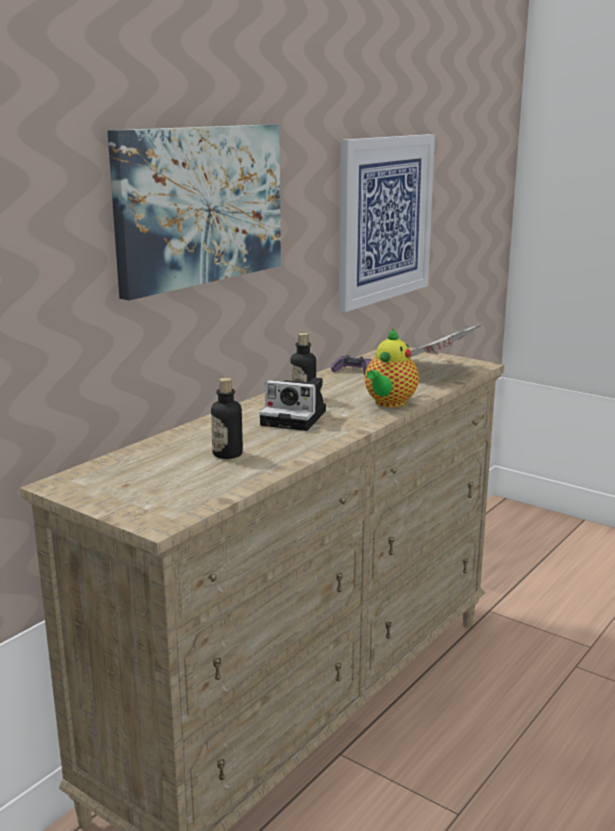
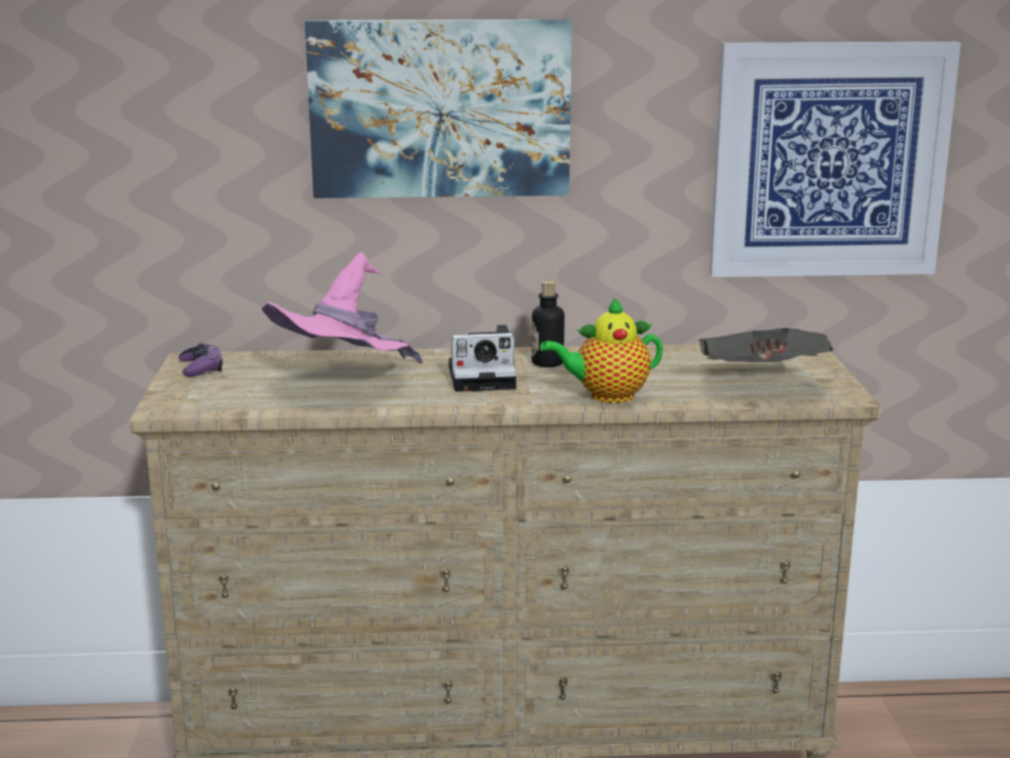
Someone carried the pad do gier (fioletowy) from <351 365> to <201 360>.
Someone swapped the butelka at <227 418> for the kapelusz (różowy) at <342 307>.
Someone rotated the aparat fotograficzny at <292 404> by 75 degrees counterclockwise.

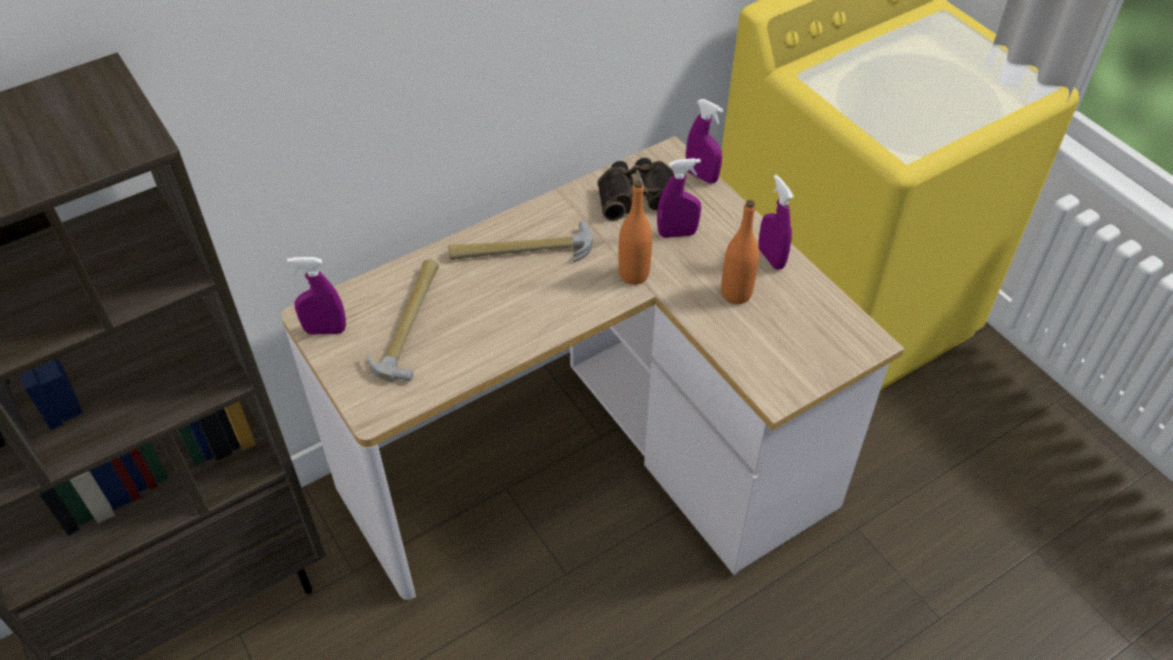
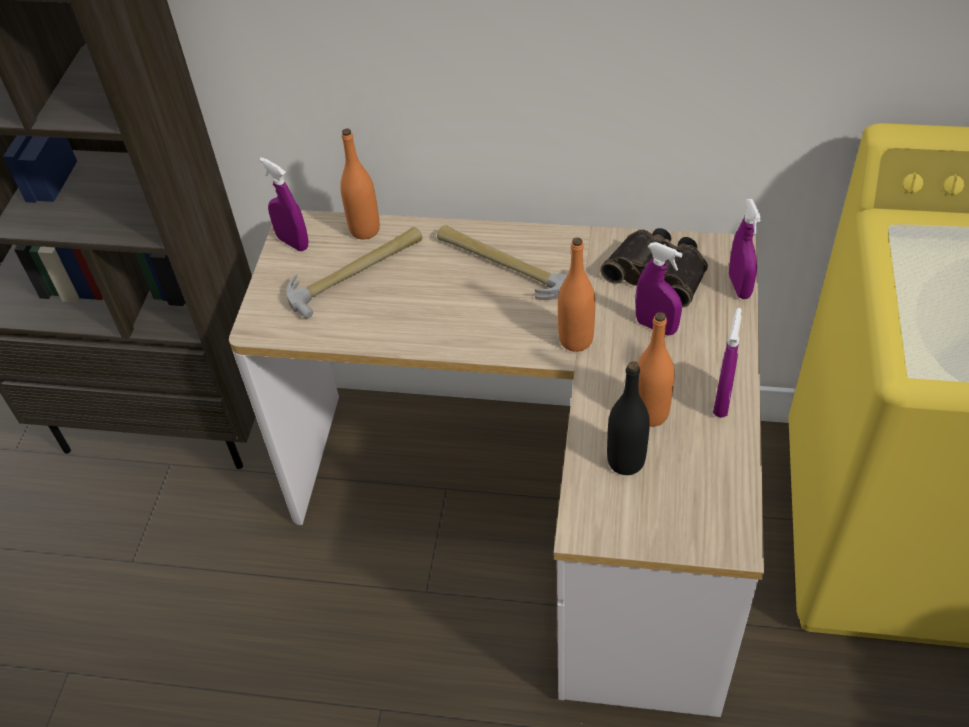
Someone put down the butelka (pomarańczowy) at <360 184>.
Someone put down the butelka (czarny) at <628 418>.

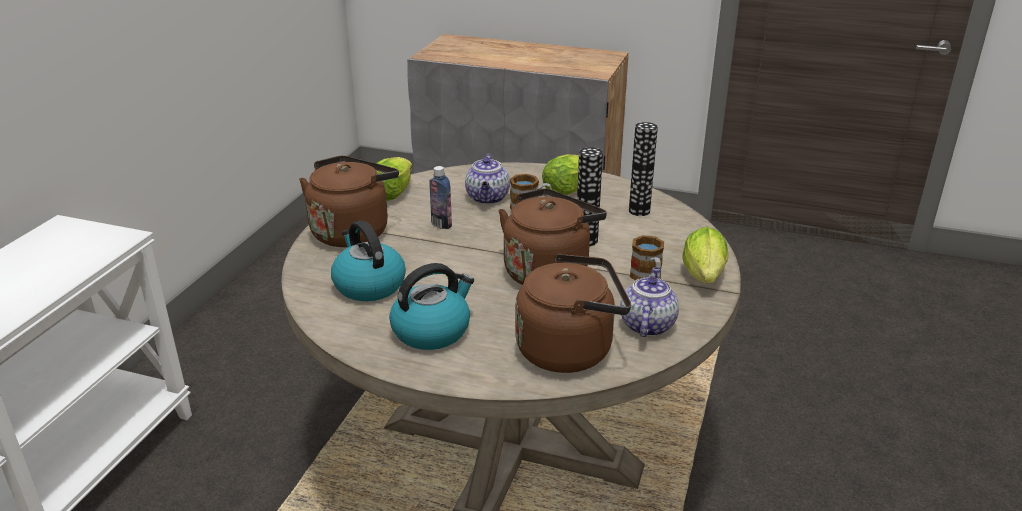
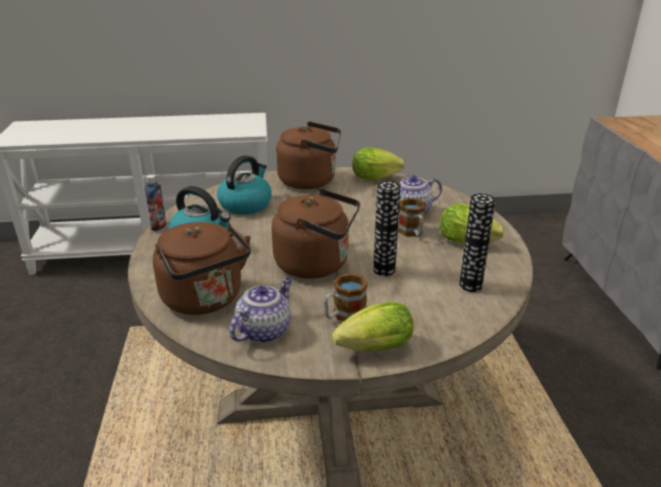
Someone carried the butelka from <440 197> to <155 202>.
Someone rotated the imbryk at <649 302> by 45 degrees counterclockwise.

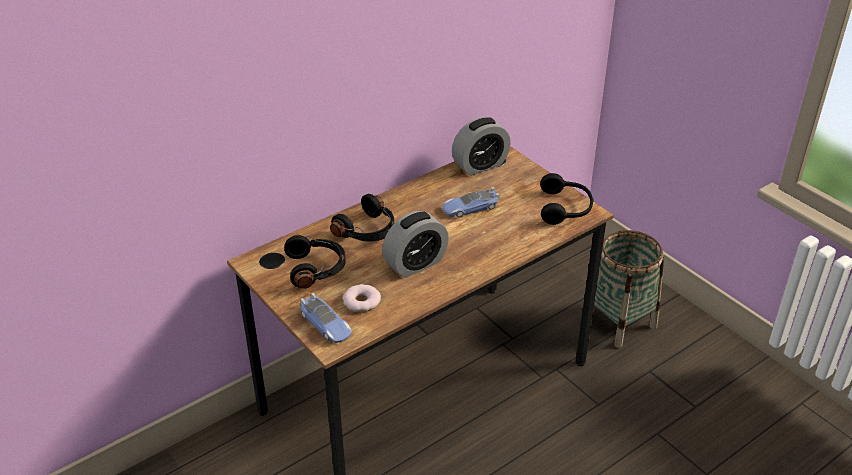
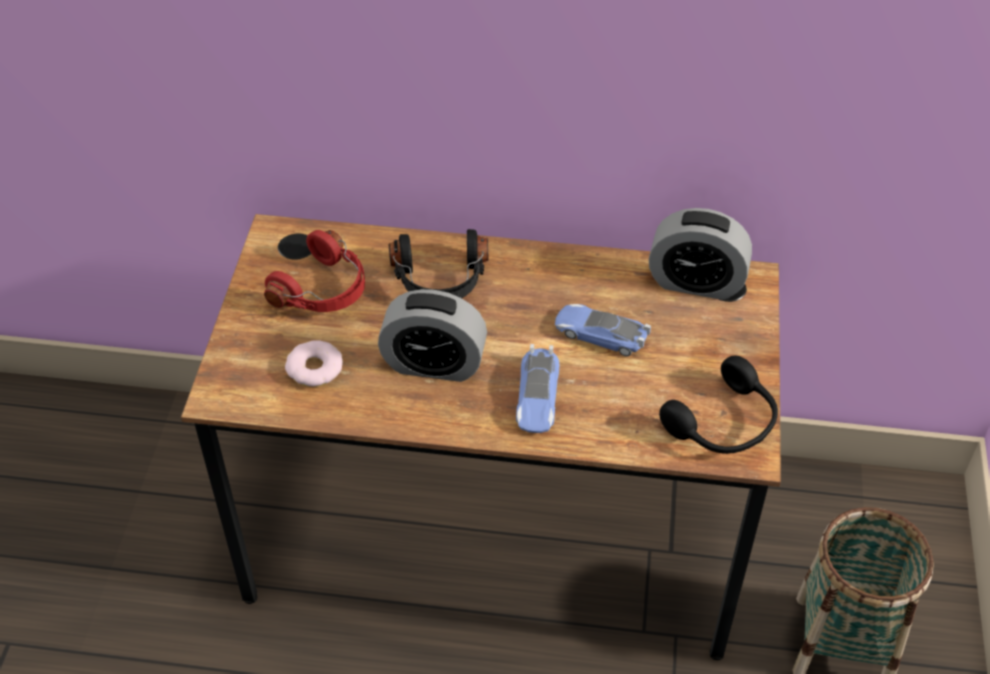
Someone carried the samochodzik from <326 318> to <537 388>.
Someone repainted the słuchawki (czarny) at <315 262>, which became the słuchawki (czerwony) at <314 271>.

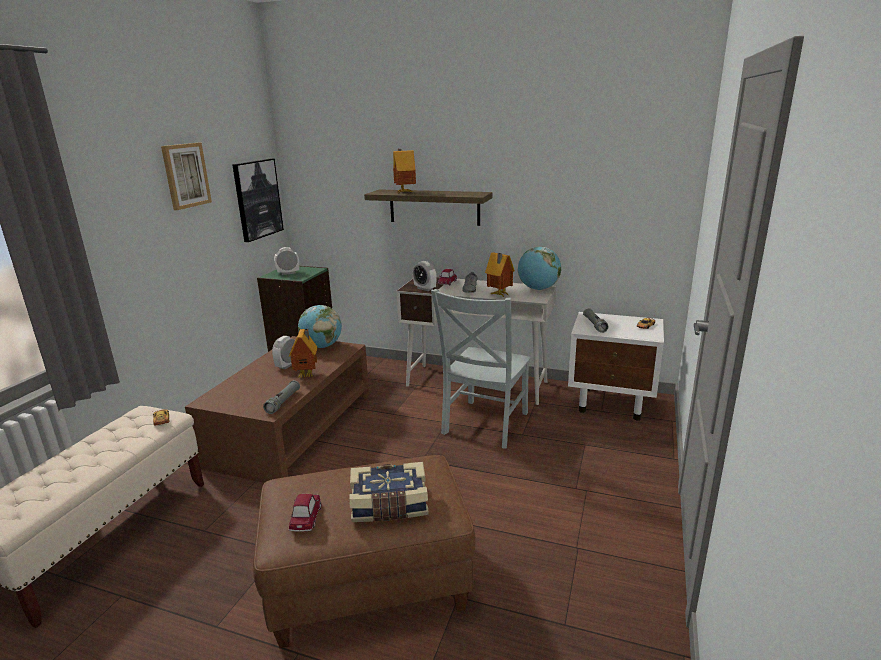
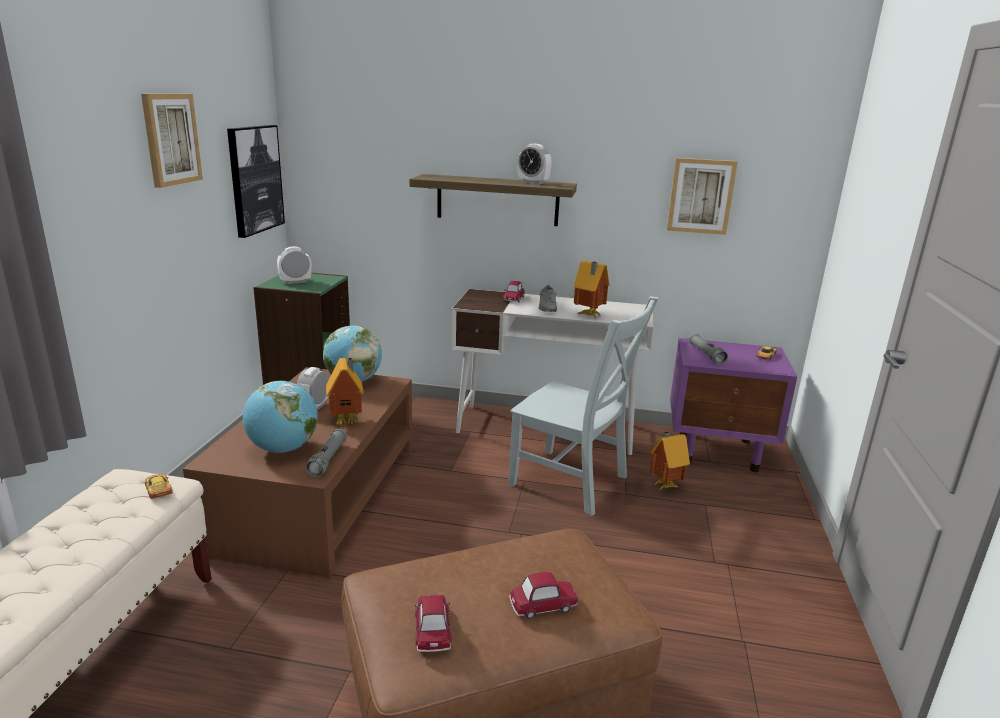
Someone put up the obraz at <702 196>.
Someone carried the domek from <404 171> to <670 460>.
Someone carried the budzik from <424 276> to <534 164>.
Someone carried the globus from <539 268> to <280 417>.
Someone swapped the książka at <388 492> for the samochodzik at <544 595>.
Someone repainted the szafka nocna (biały) at <616 366>, which became the szafka nocna (fioletowy) at <733 405>.
Someone rotated the krzesło (szary) at <481 369> by 75 degrees counterclockwise.

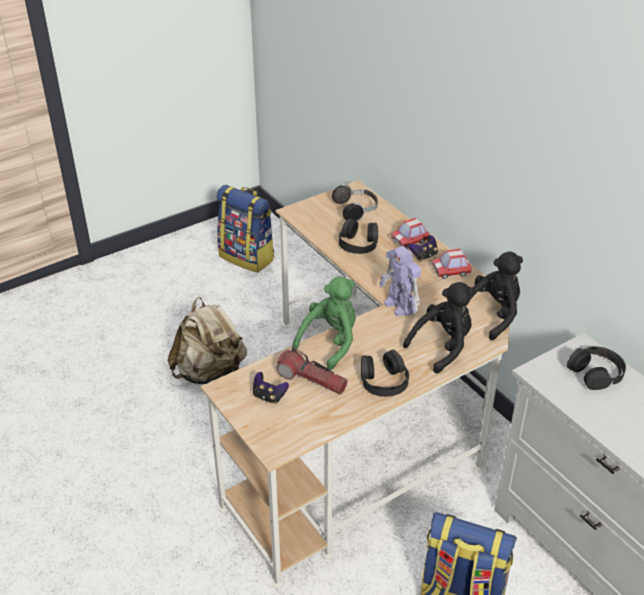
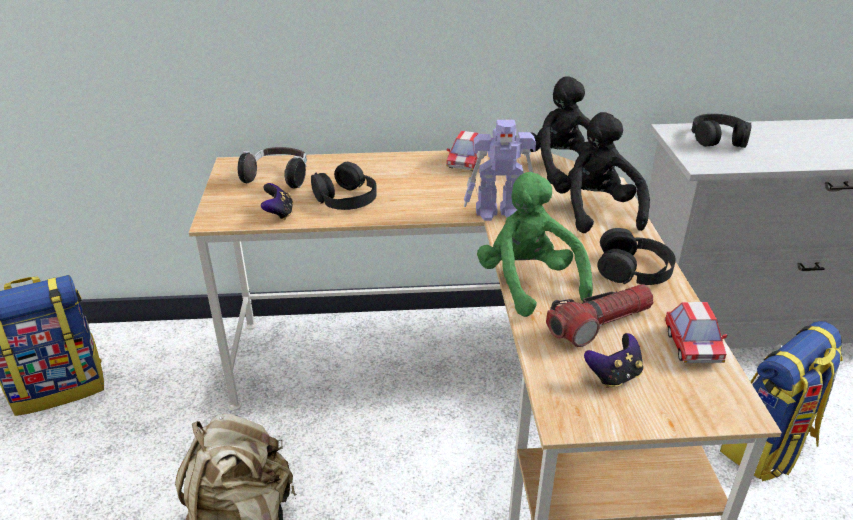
Someone carried the samochodzik from <410 233> to <695 332>.
Someone carried the pad do gier from <423 248> to <277 201>.

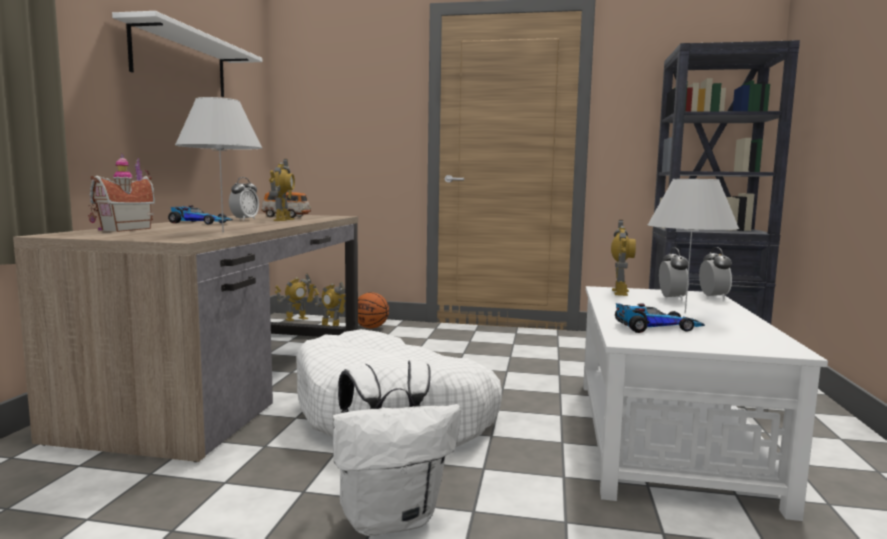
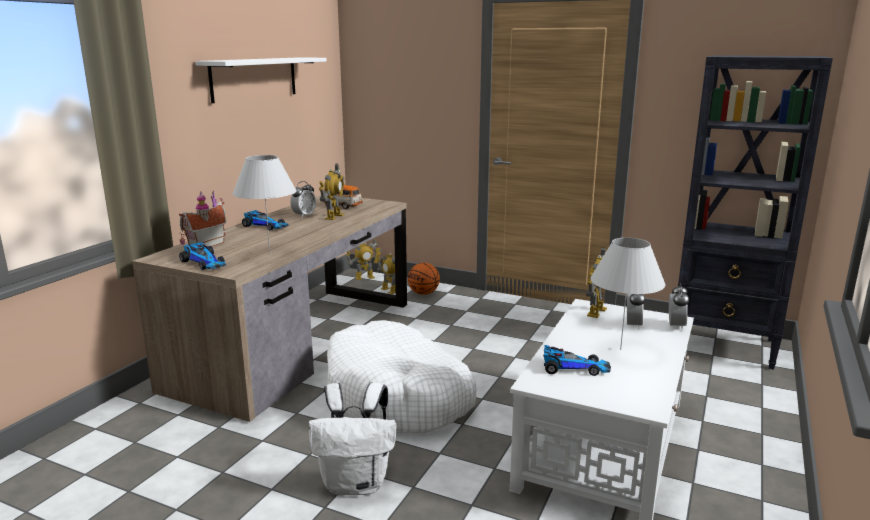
Someone put down the samochodzik at <202 256>.

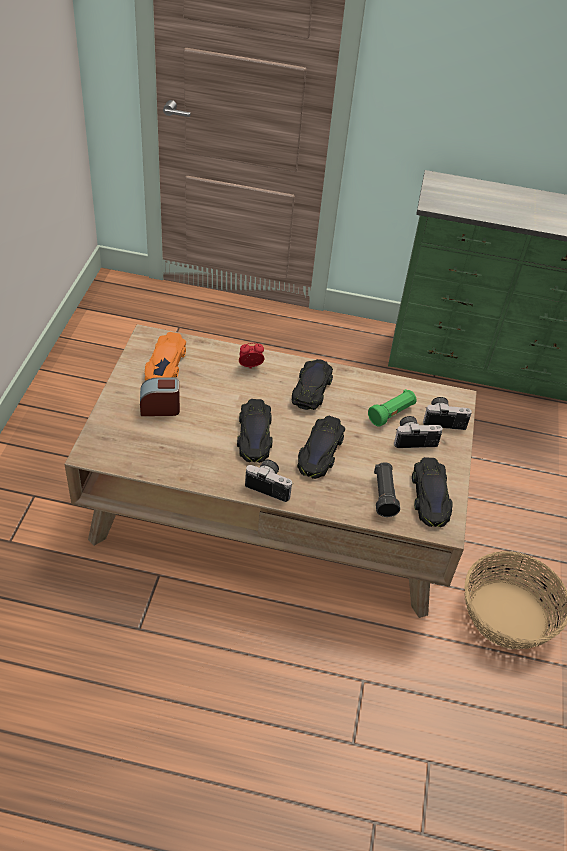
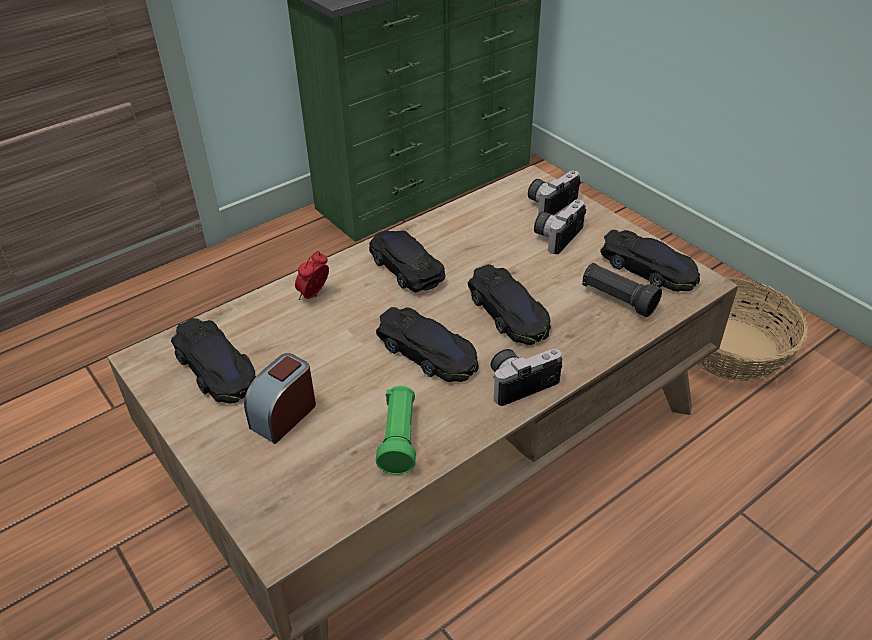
Someone carried the latarka (zielony) from <392 408> to <396 430>.
Someone repainted the samochodzik (pomarańczowy) at <165 356>, which became the samochodzik (czarny) at <213 361>.

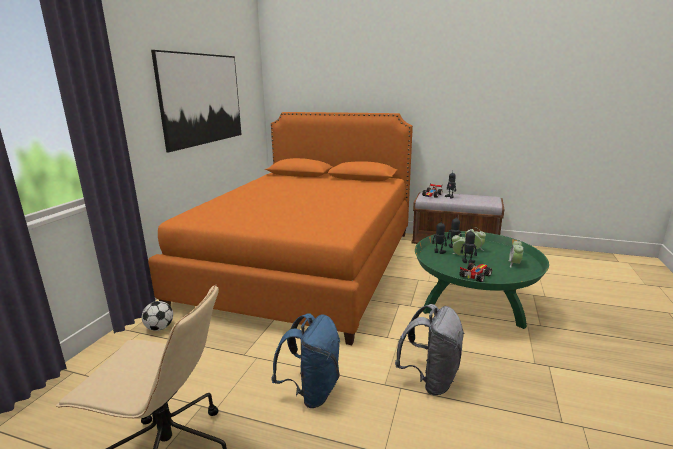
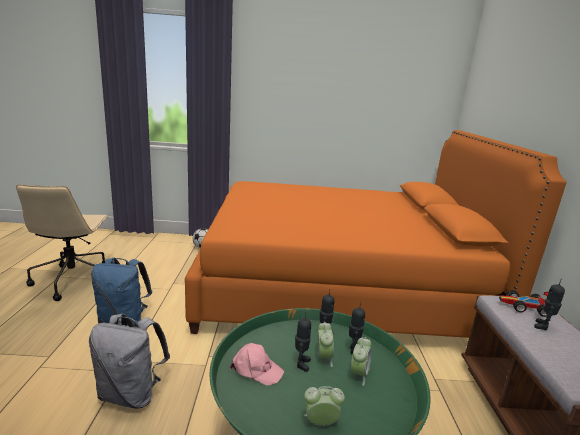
Someone took away the obraz at <196 101>.
Someone swapped the samochodzik at <476 272> for the czapka z daszkiem (różowy) at <257 364>.

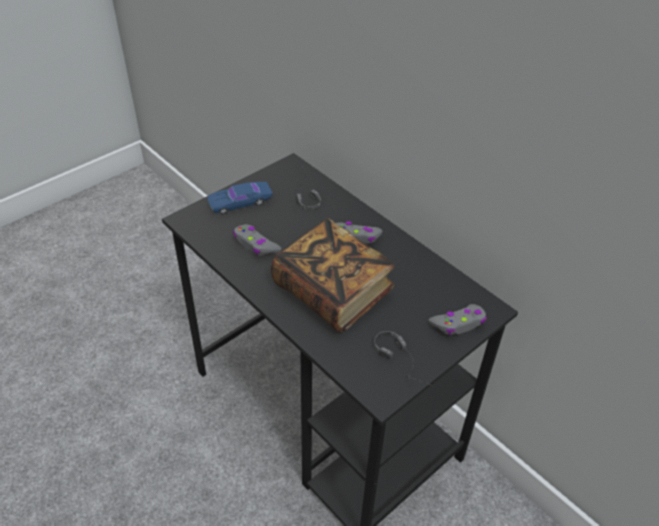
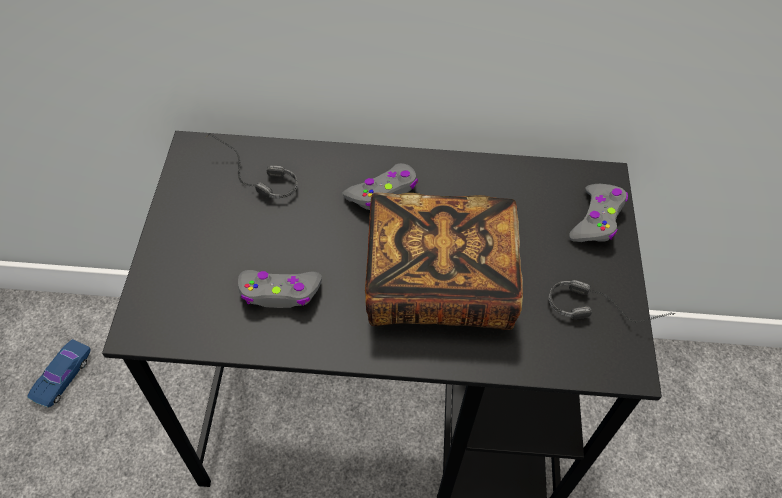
Someone carried the samochodzik (niebieski) from <240 198> to <59 373>.

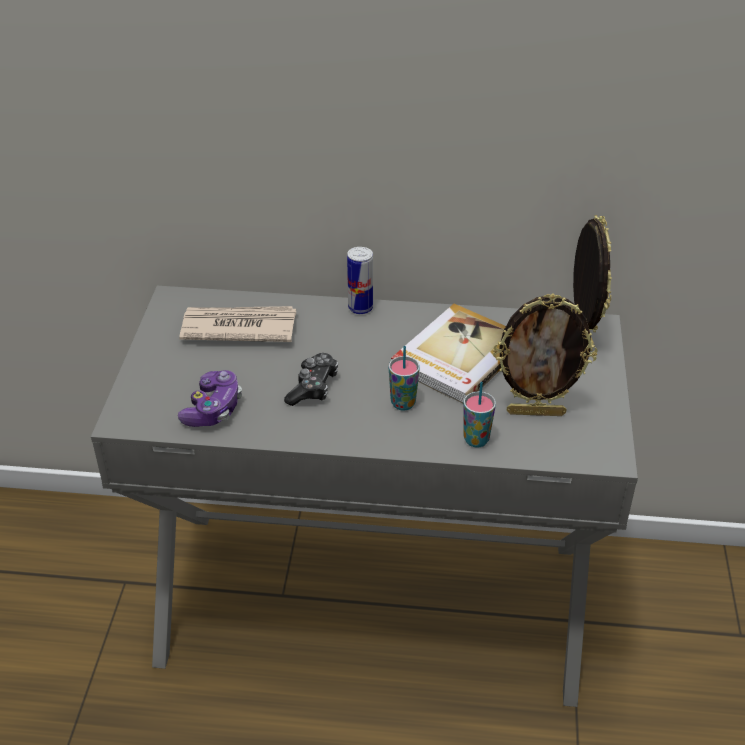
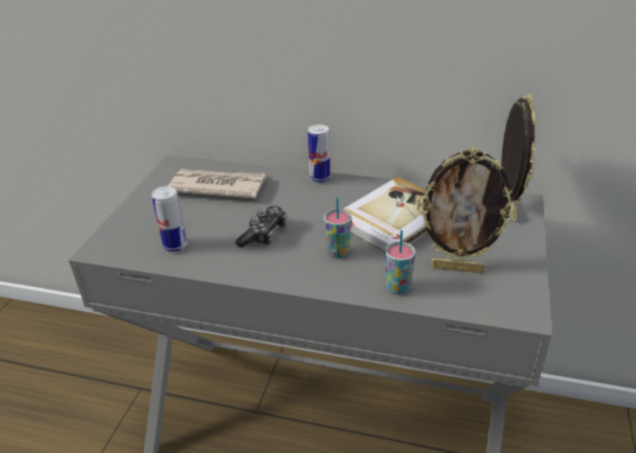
Someone swapped the pad do gier at <210 398> for the puszka at <169 219>.

